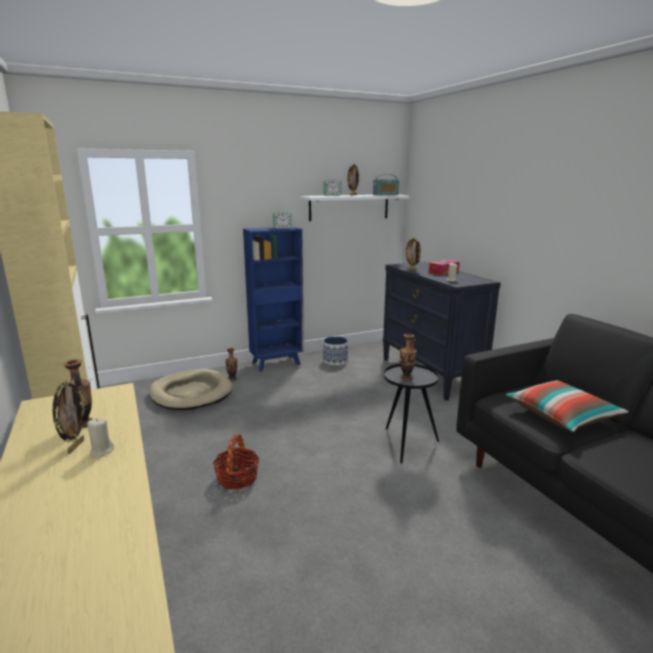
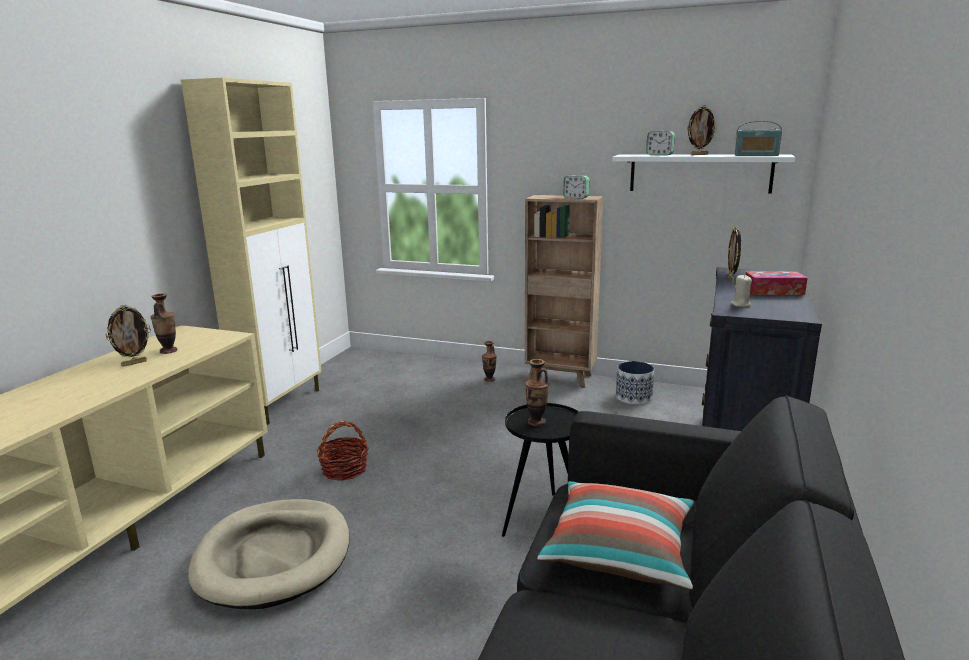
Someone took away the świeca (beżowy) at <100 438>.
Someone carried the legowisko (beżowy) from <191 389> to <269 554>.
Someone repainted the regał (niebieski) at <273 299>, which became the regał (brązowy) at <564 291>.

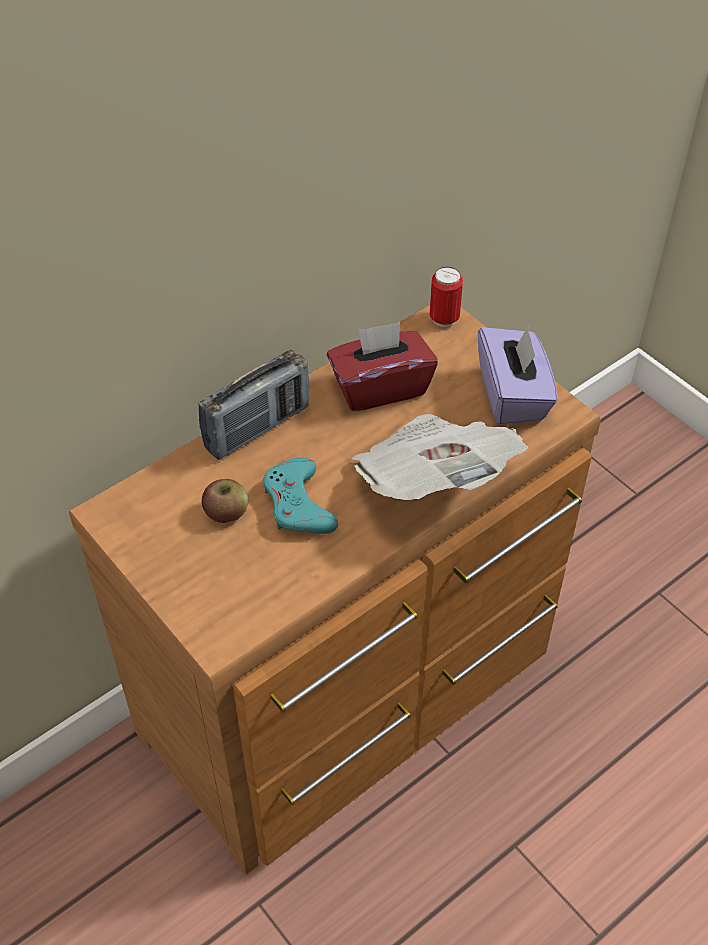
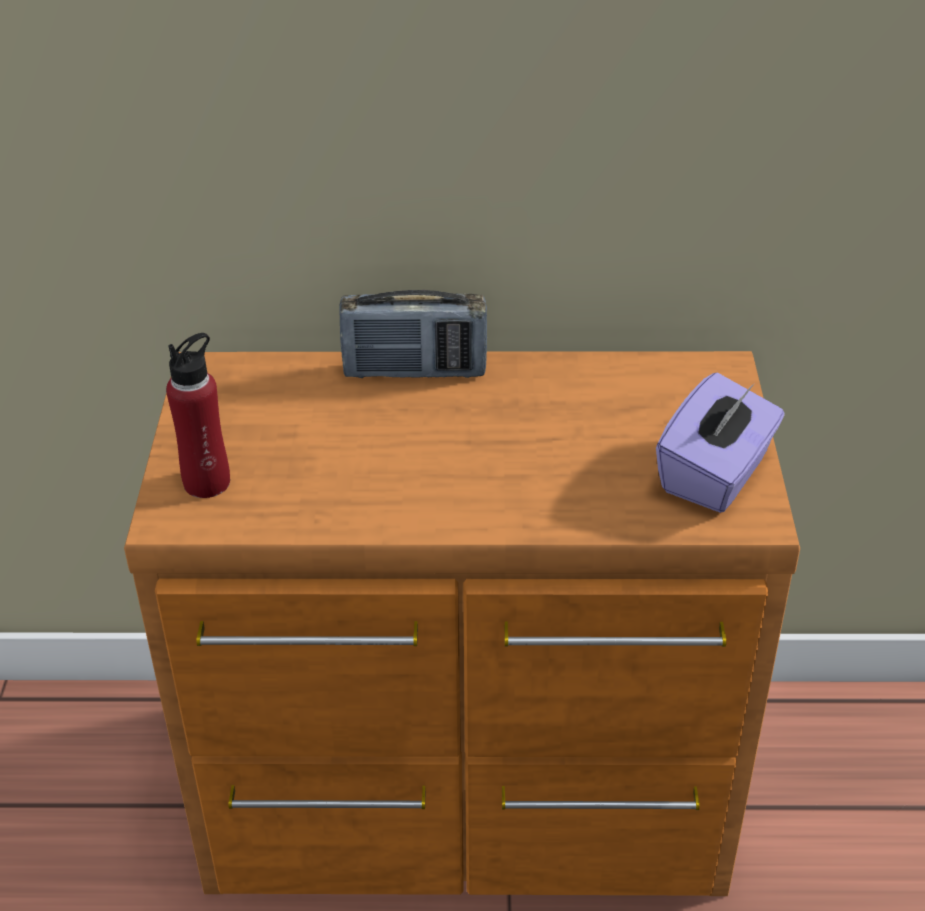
Someone took away the jabłko at <225 501>.
Someone took away the pad do gier (turkusowy) at <300 495>.
Someone took away the pudełko chusteczek (czerwony) at <382 366>.
Someone took away the gazeta at <440 457>.
Someone took away the puszka at <446 297>.
Someone put down the butelka (czerwony) at <198 415>.

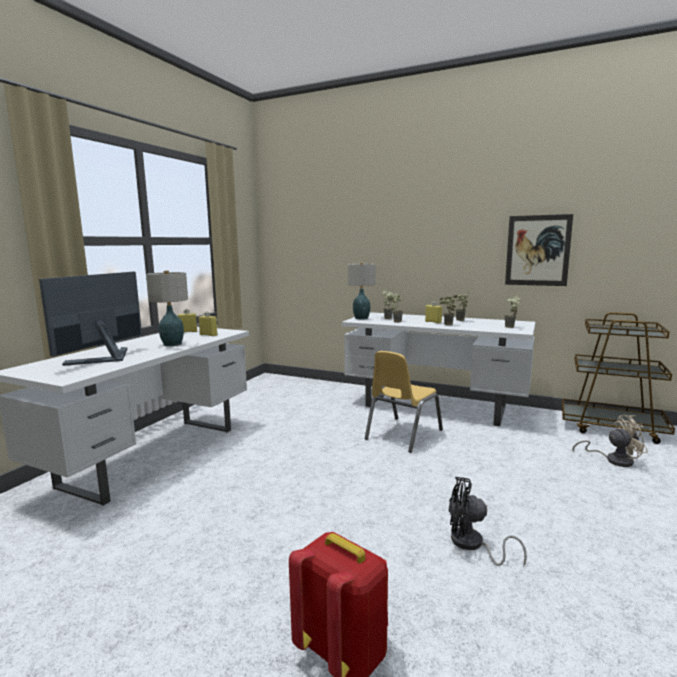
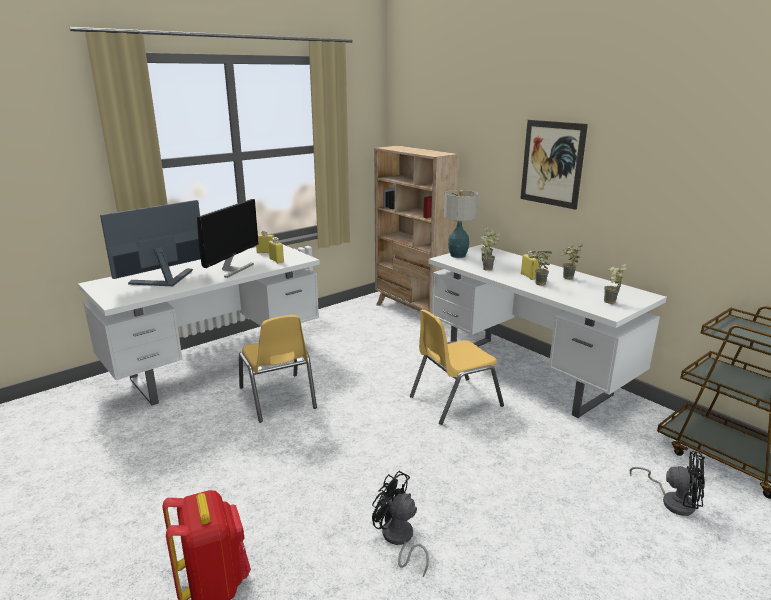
Someone put down the krzesło (żółty) at <278 369>.
Someone put down the regał (beżowy) at <416 229>.
Someone carried the obraz from <539 250> to <554 165>.
Someone swapped the lampa stołowa at <167 308> for the monitor at <228 238>.
Someone repainted the wentylator (beżowy) at <610 441>, which became the wentylator (czarny) at <667 483>.

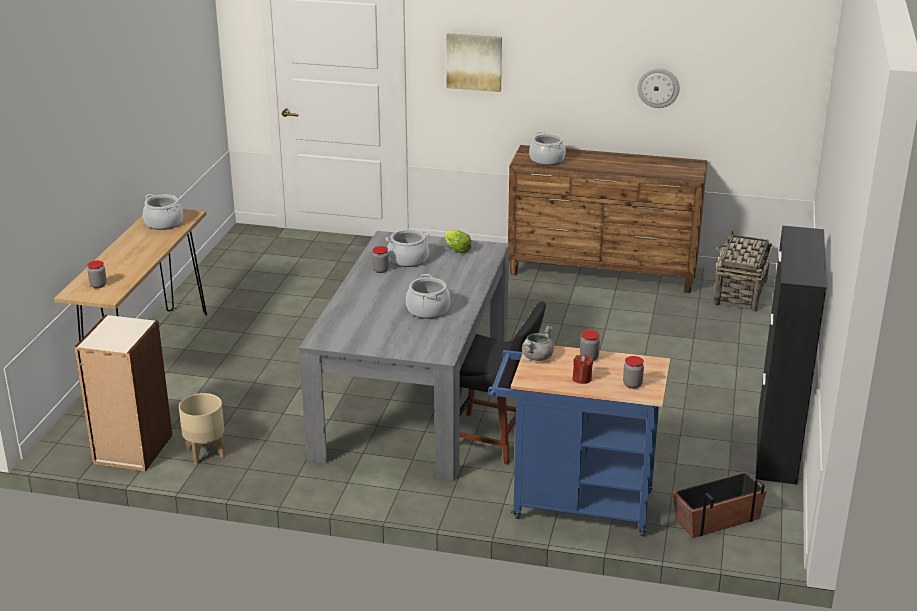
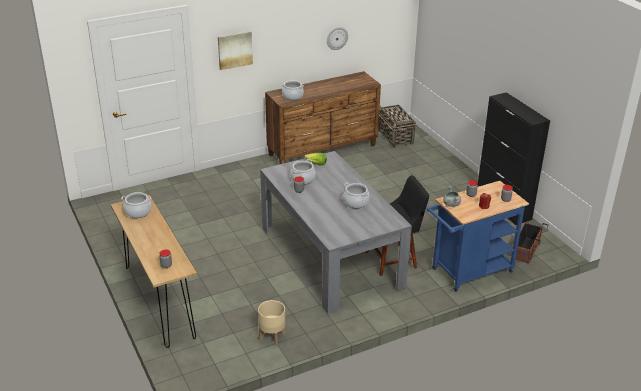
Someone took away the regał at <123 393>.

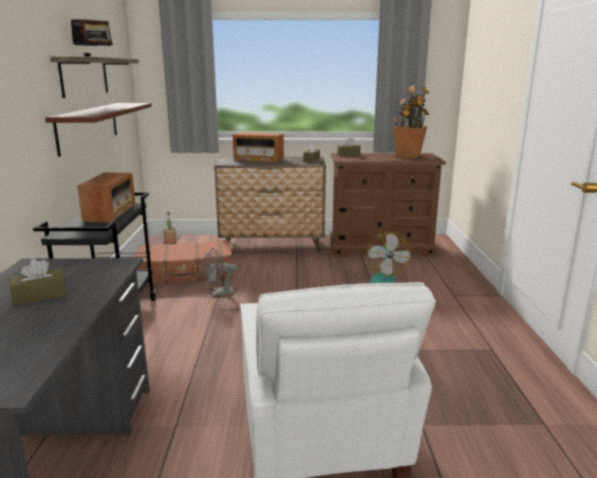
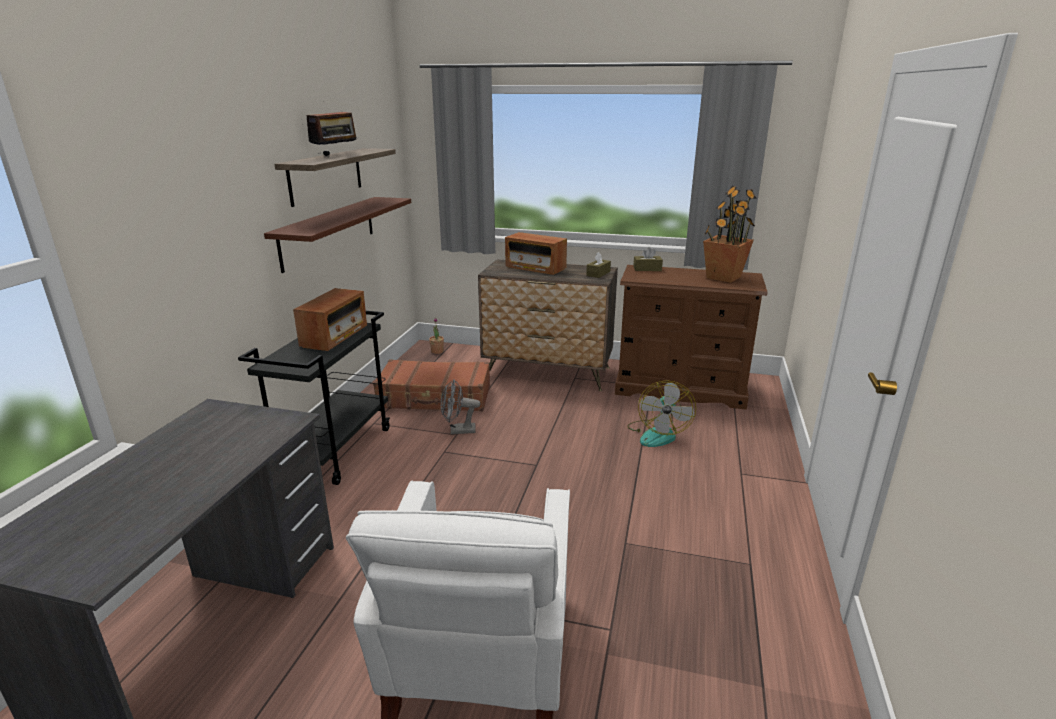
Someone took away the pudełko chusteczek (brązowy) at <38 282>.

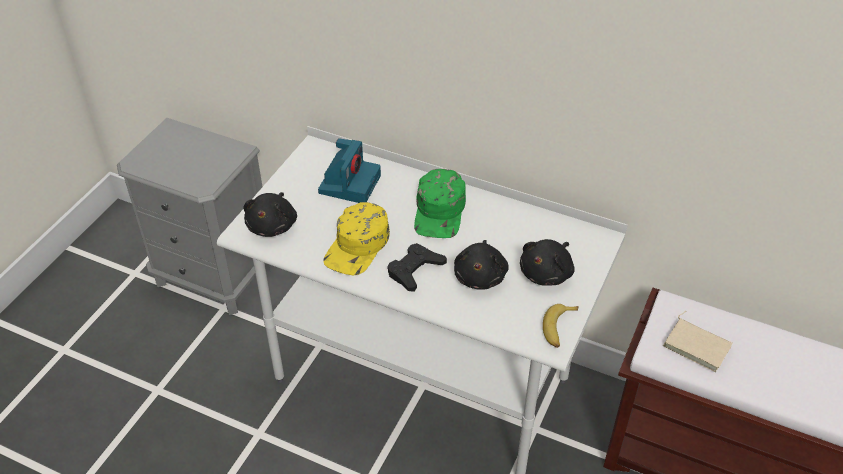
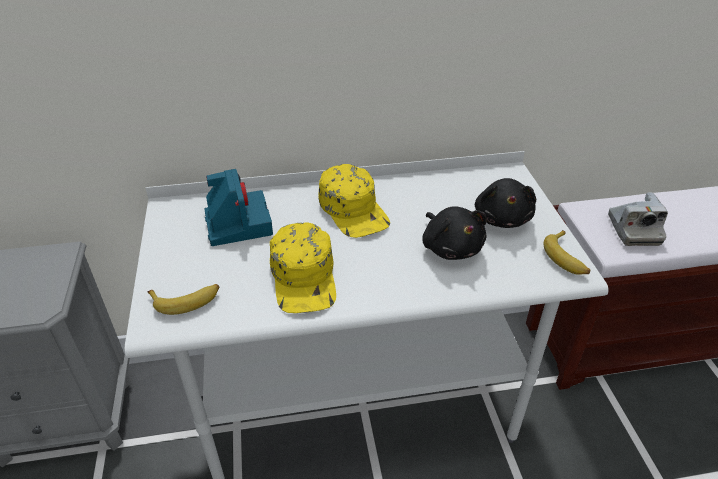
Someone took away the pad do gier (czarny) at <417 267>.
Someone swapped the pluszak (czarny) at <270 214> for the banan at <184 299>.
Someone swapped the książka (beżowy) at <698 341> for the aparat fotograficzny at <638 219>.
Someone repainted the czapka z daszkiem (zielony) at <440 203>, which became the czapka z daszkiem (żółty) at <354 201>.

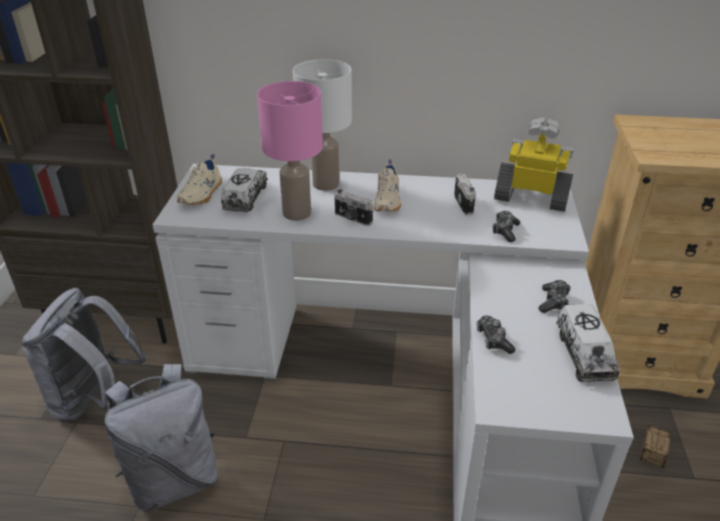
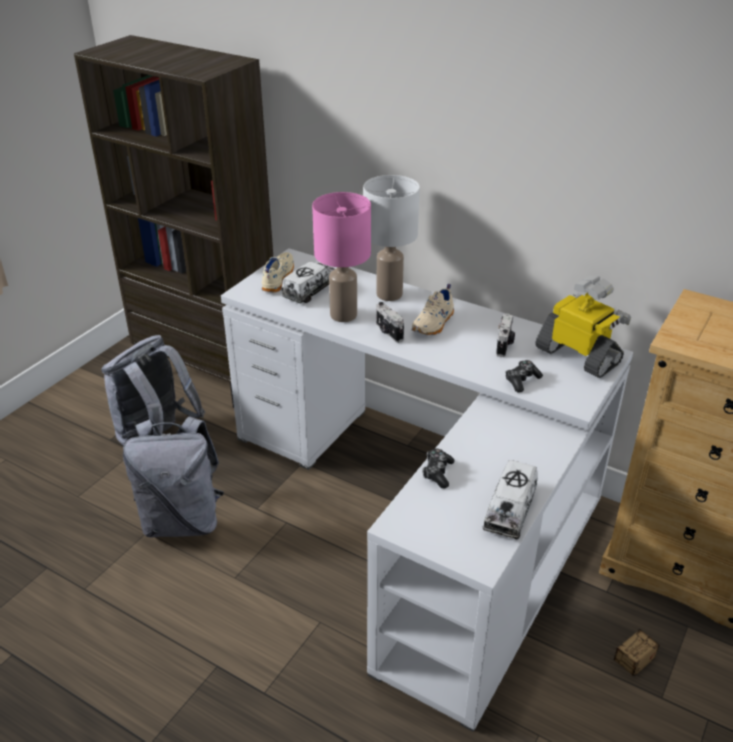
Someone took away the pad do gier at <554 296>.
Someone rotated the but (beżowy) at <199 179> by 150 degrees clockwise.

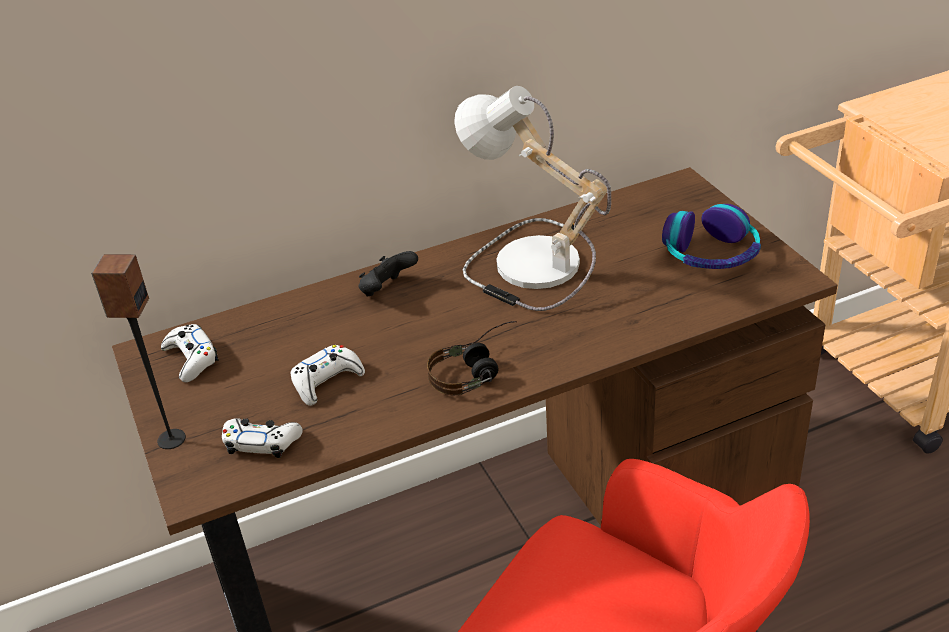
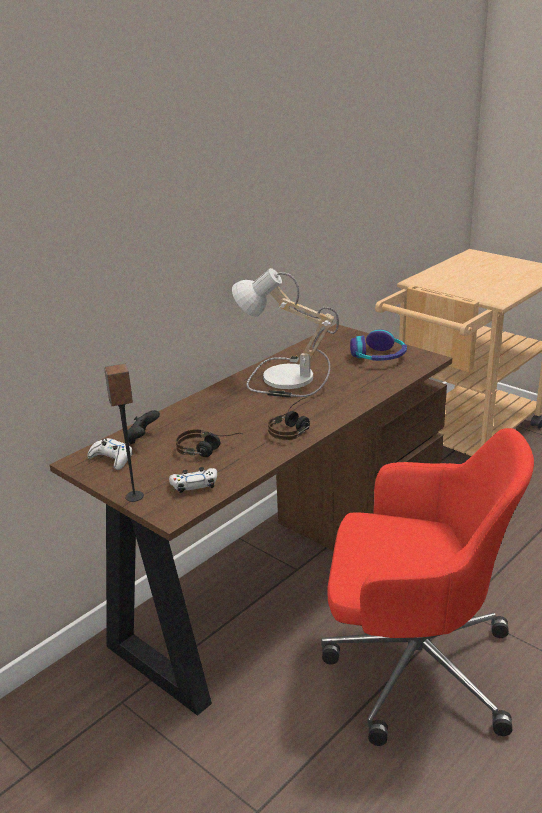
Someone carried the pad do gier (czarny) from <388 274> to <143 427>.
Someone swapped the pad do gier (biały) at <328 375> for the słuchawki at <209 443>.

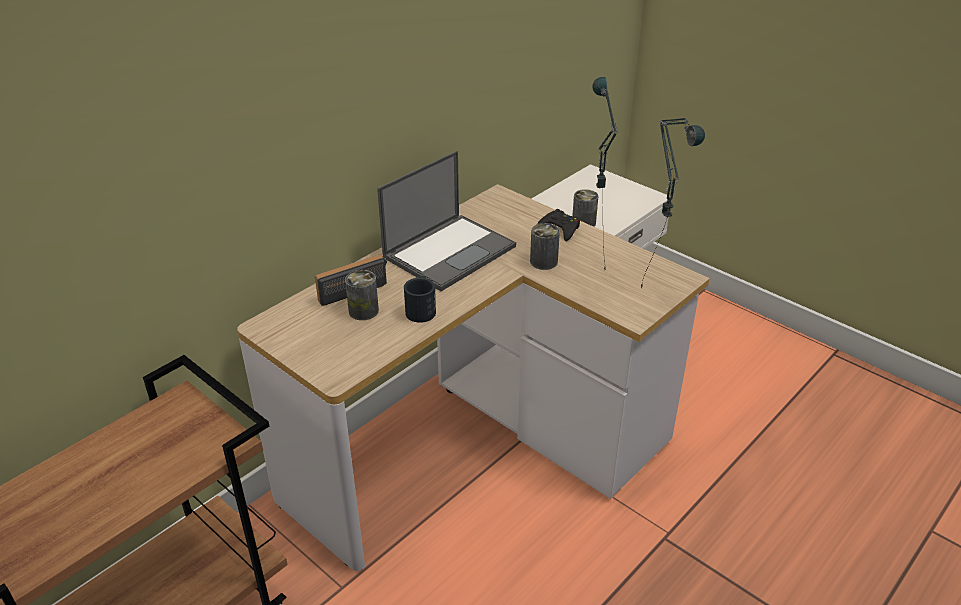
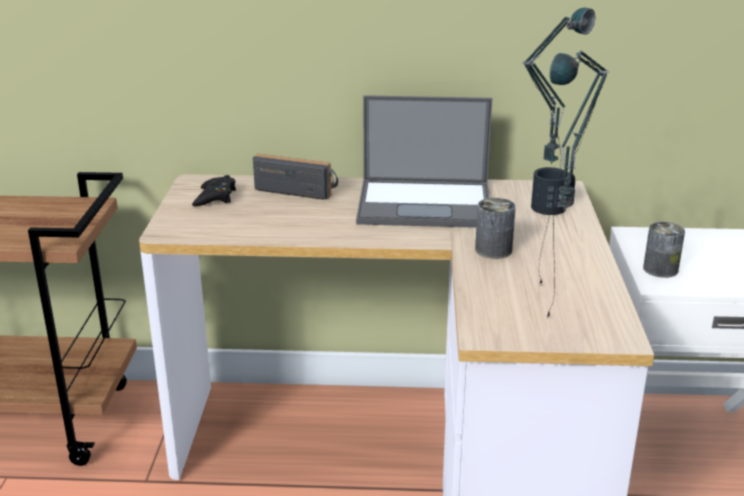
Someone took away the puszka at <362 295>.
Someone carried the kubek (czarny) from <420 299> to <553 191>.
Someone carried the pad do gier (czarny) from <558 225> to <214 190>.

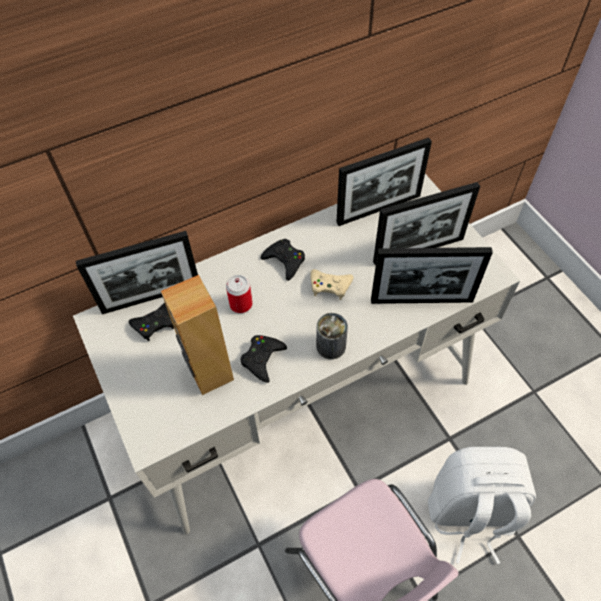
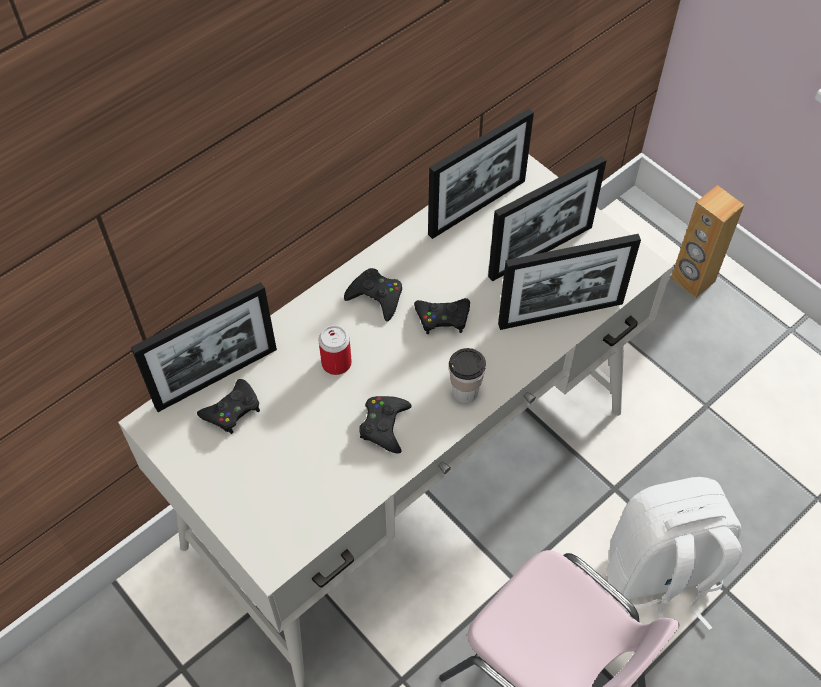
Someone carried the głośnik (brązowy) from <197 335> to <707 241>.
Someone swapped the puszka at <332 336> for the filiżanka at <467 375>.
Someone repainted the pad do gier (beżowy) at <331 284>, which became the pad do gier (czarny) at <442 316>.

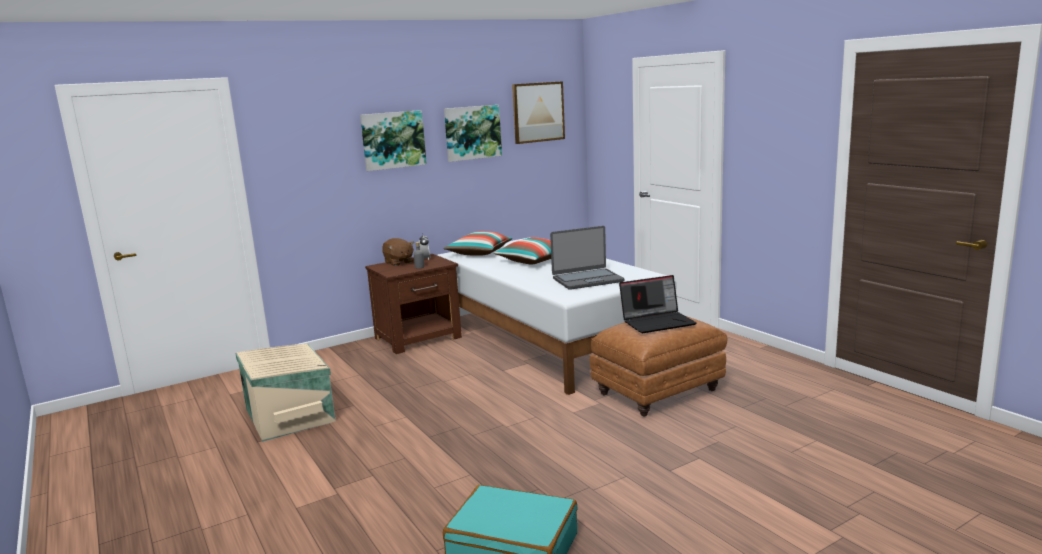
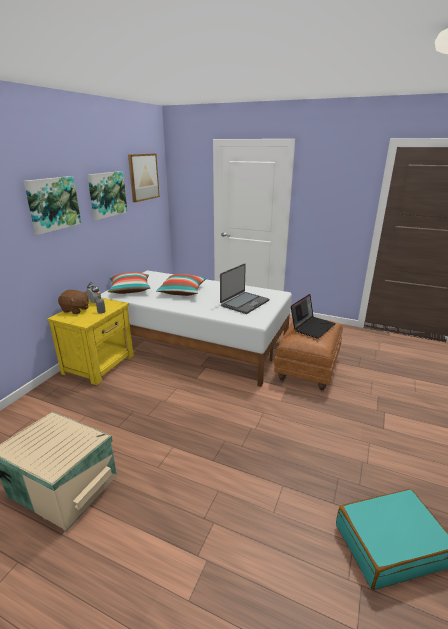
Someone repainted the szafka nocna (brązowy) at <413 304>, which became the szafka nocna (żółty) at <90 341>.

